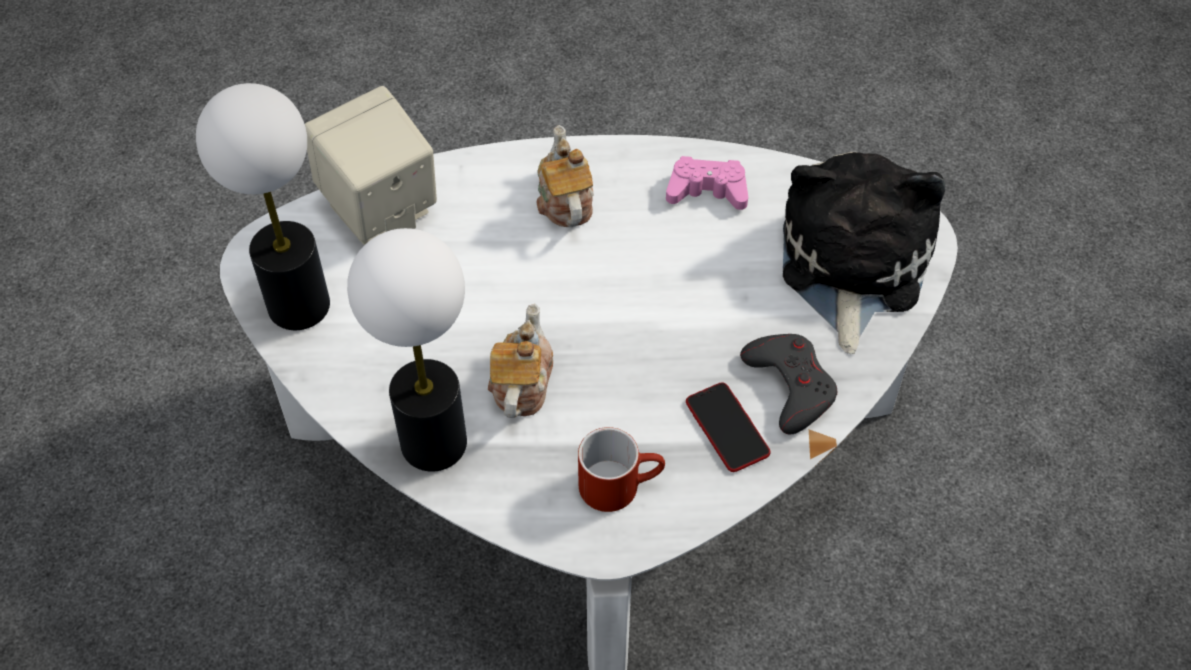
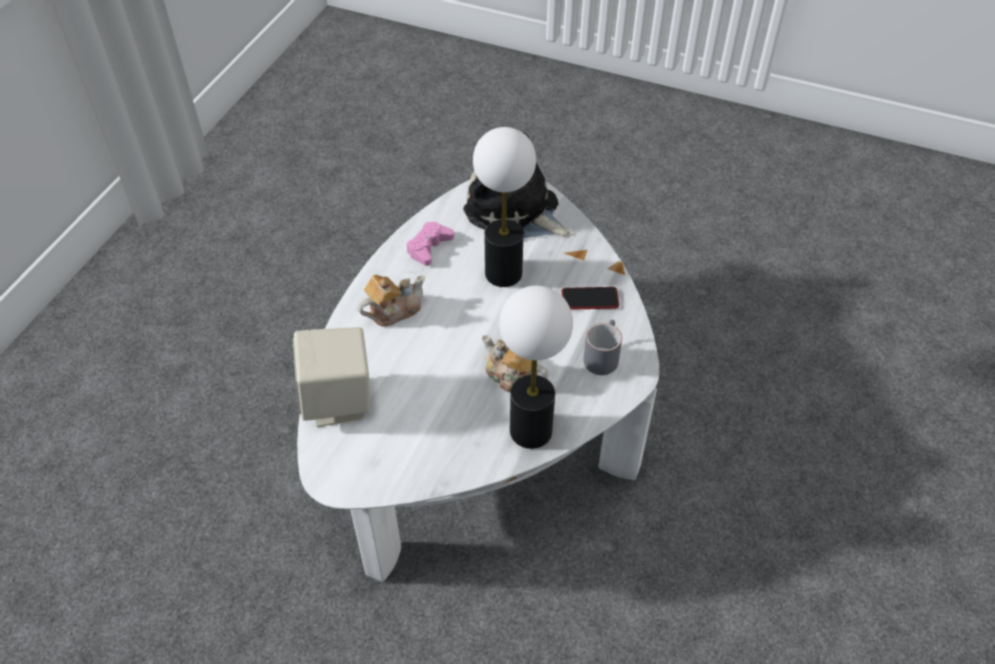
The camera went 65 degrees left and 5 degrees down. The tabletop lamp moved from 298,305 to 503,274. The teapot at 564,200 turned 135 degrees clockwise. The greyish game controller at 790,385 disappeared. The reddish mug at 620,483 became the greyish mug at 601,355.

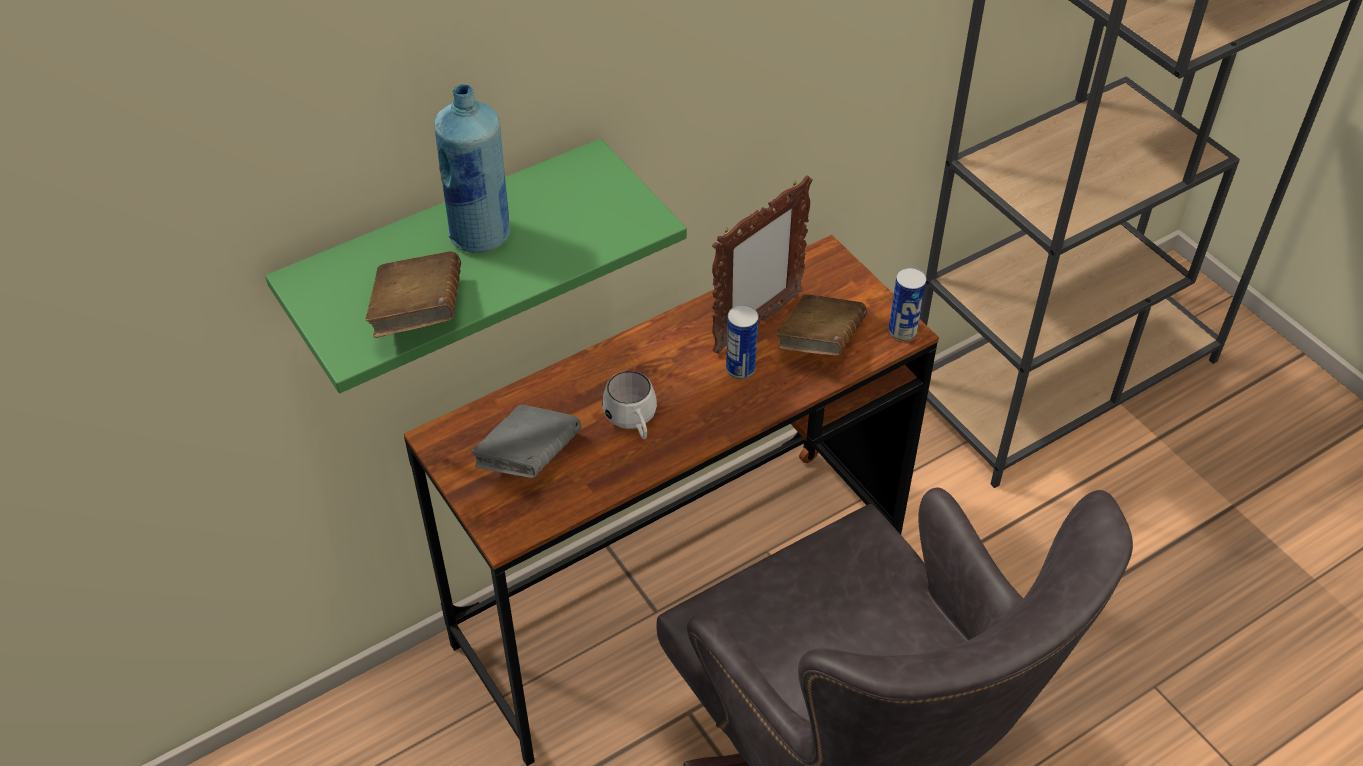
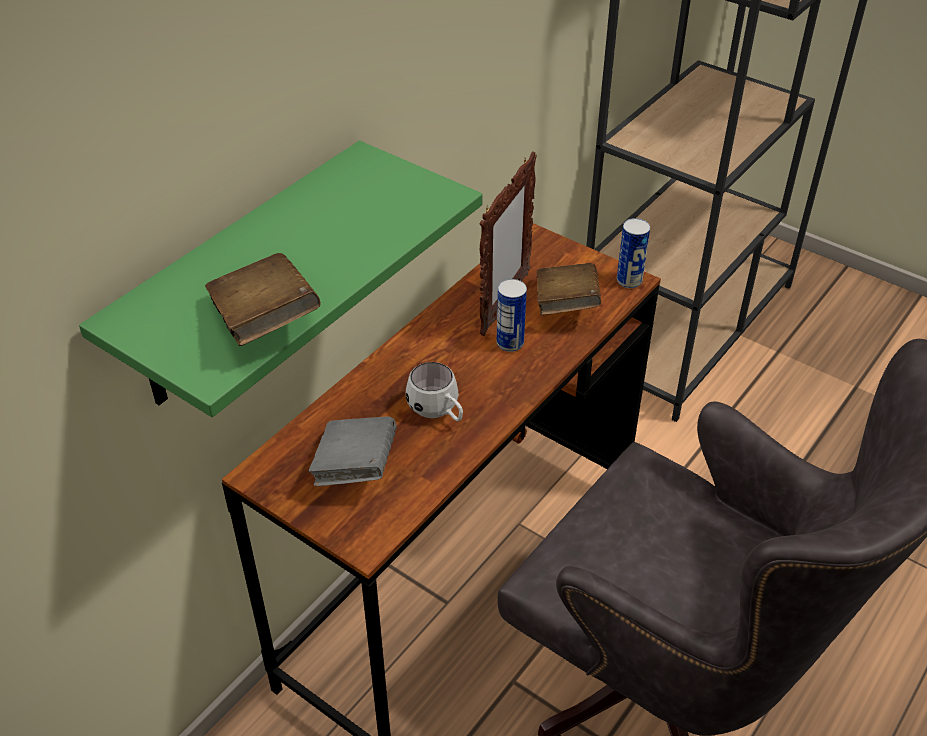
The camera went 20 degrees left and 5 degrees down. The blue-coloured drink bottle at 481,235 disappeared.

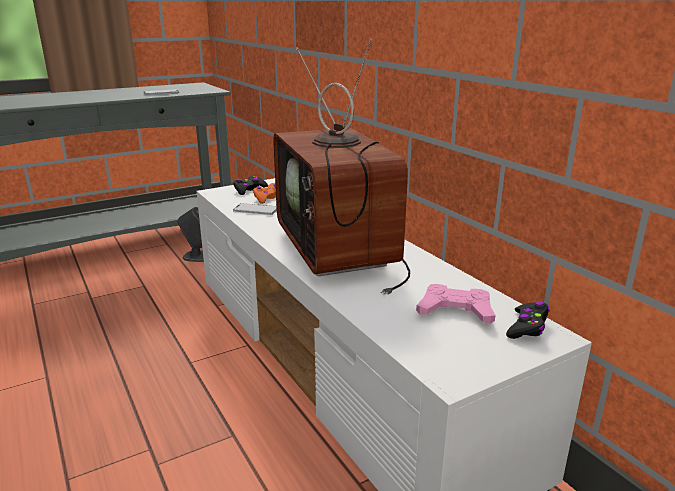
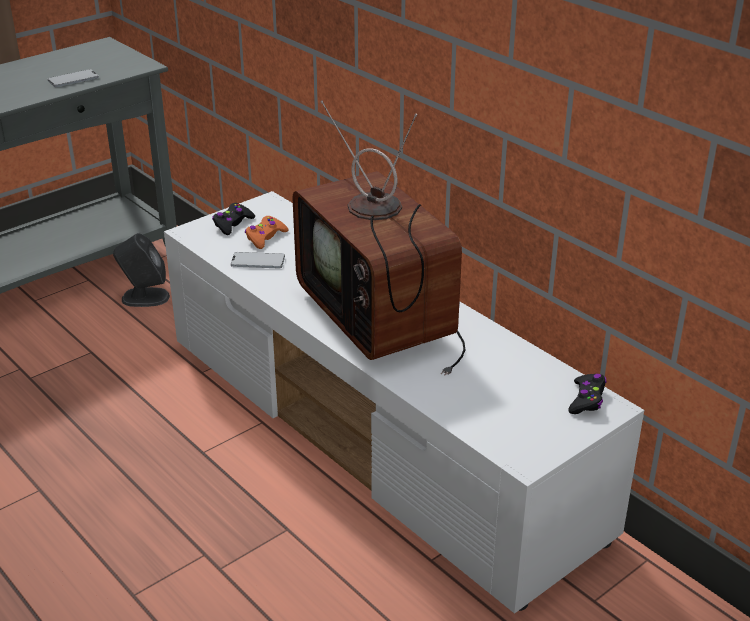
The camera went 10 degrees left and 10 degrees up. The pinkish game controller at 455,311 disappeared.

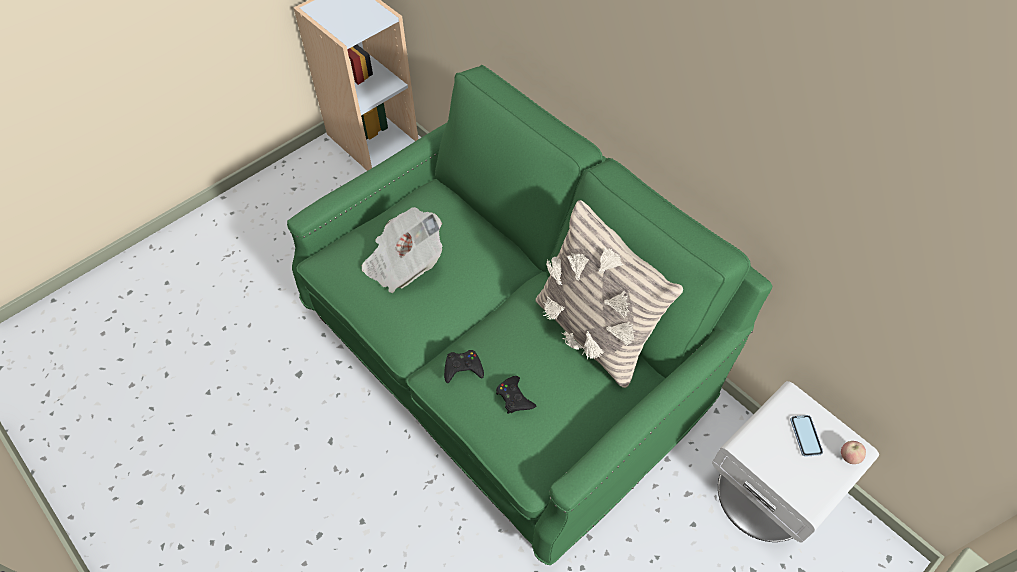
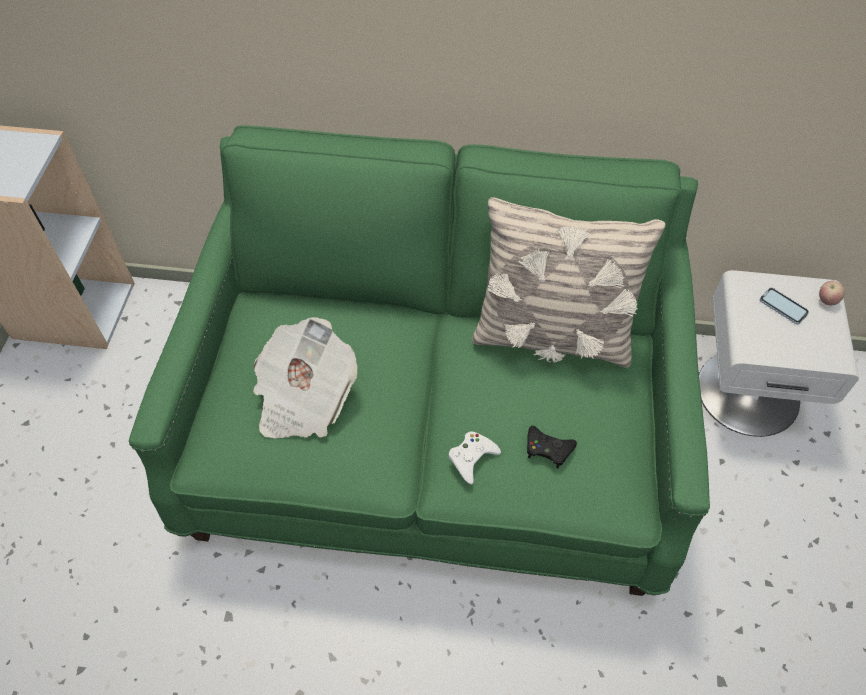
The camera went 40 degrees left and 0 degrees up. The blackish game controller at 463,368 became the white game controller at 472,458.

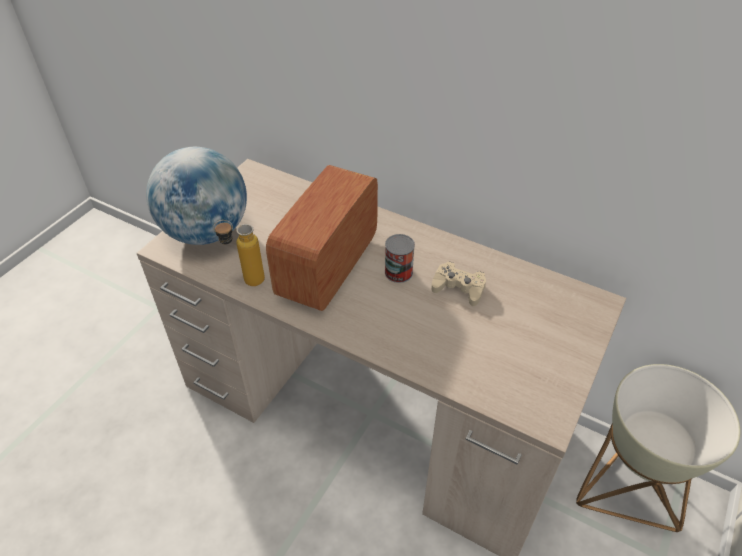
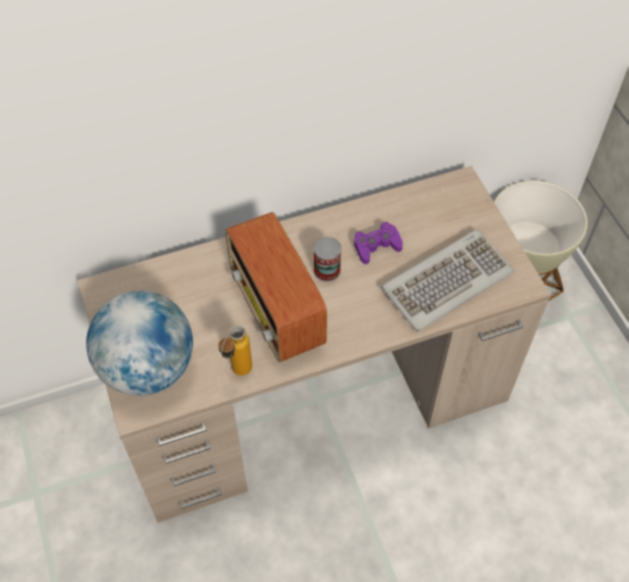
The camera went 50 degrees left and 10 degrees up. The beige game controller at 458,288 became the purple game controller at 376,246. The computer keyboard at 446,281 appeared.

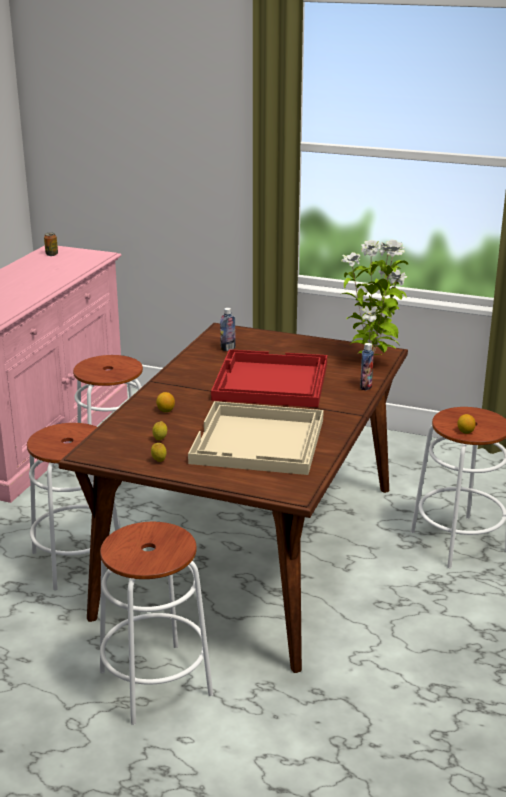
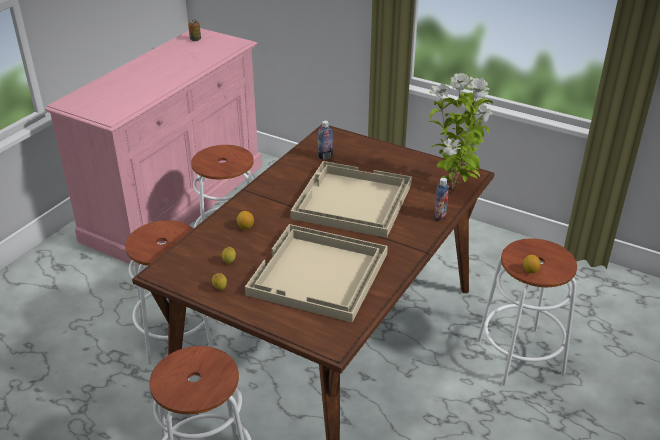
The camera went 10 degrees right and 10 degrees up. The reddish tray at 270,382 became the beige tray at 351,201.

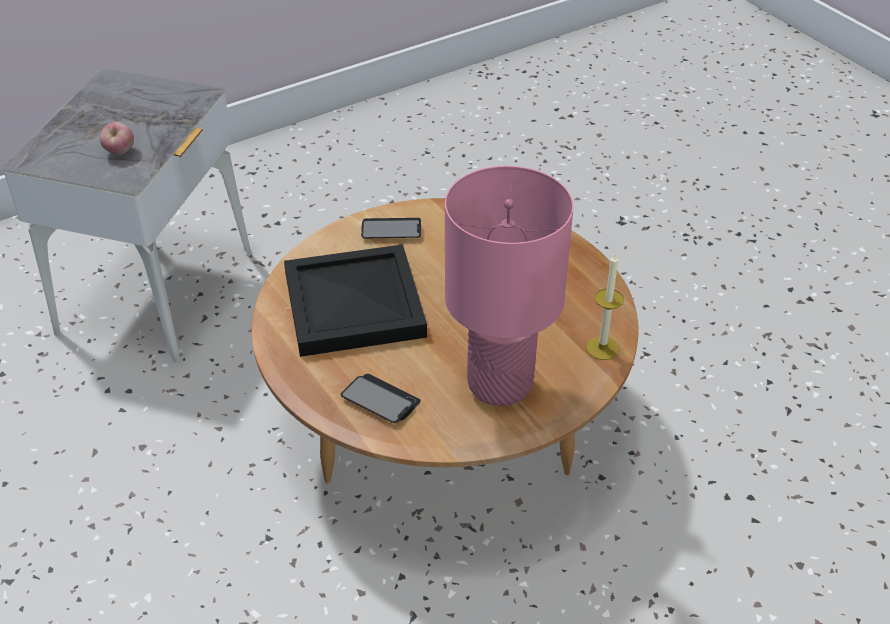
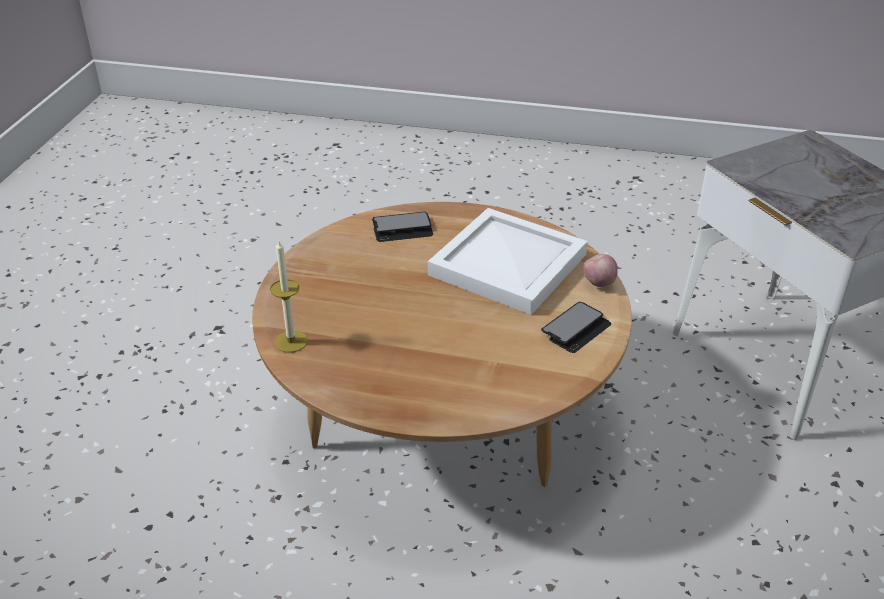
The camera went 135 degrees right and 5 degrees down. The apple fruit moved from 120,152 to 598,283. The pinkish tabletop lamp at 501,388 disappeared. The blackish tray at 356,305 became the white tray at 505,265.

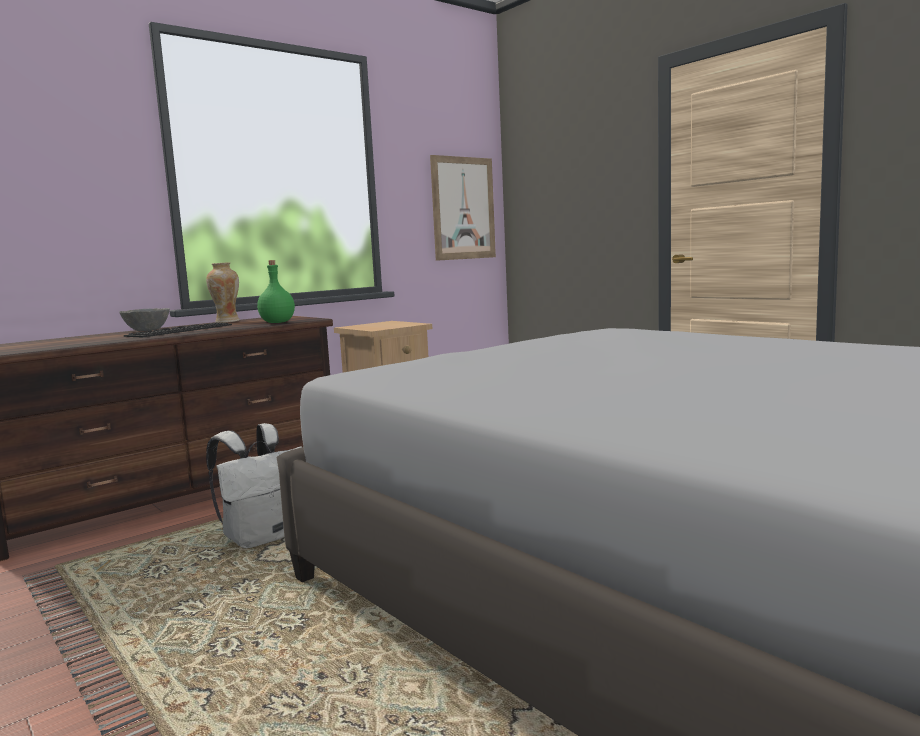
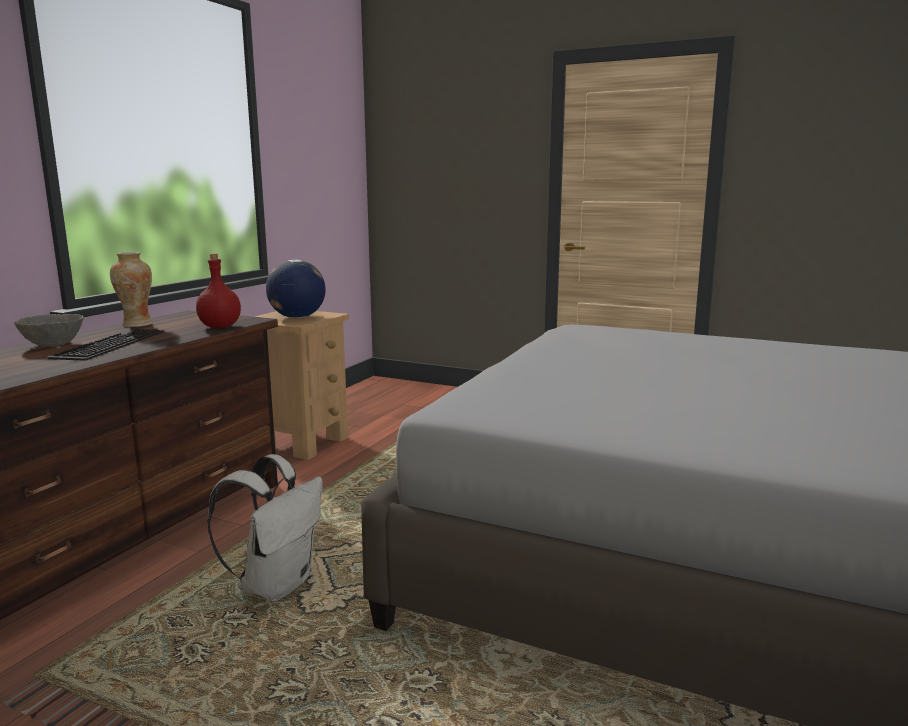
The camera went 25 degrees left and 5 degrees up. The wall art at 463,208 disappeared. The greenish drink bottle at 276,322 became the reddish drink bottle at 219,327. The globe at 297,317 appeared.

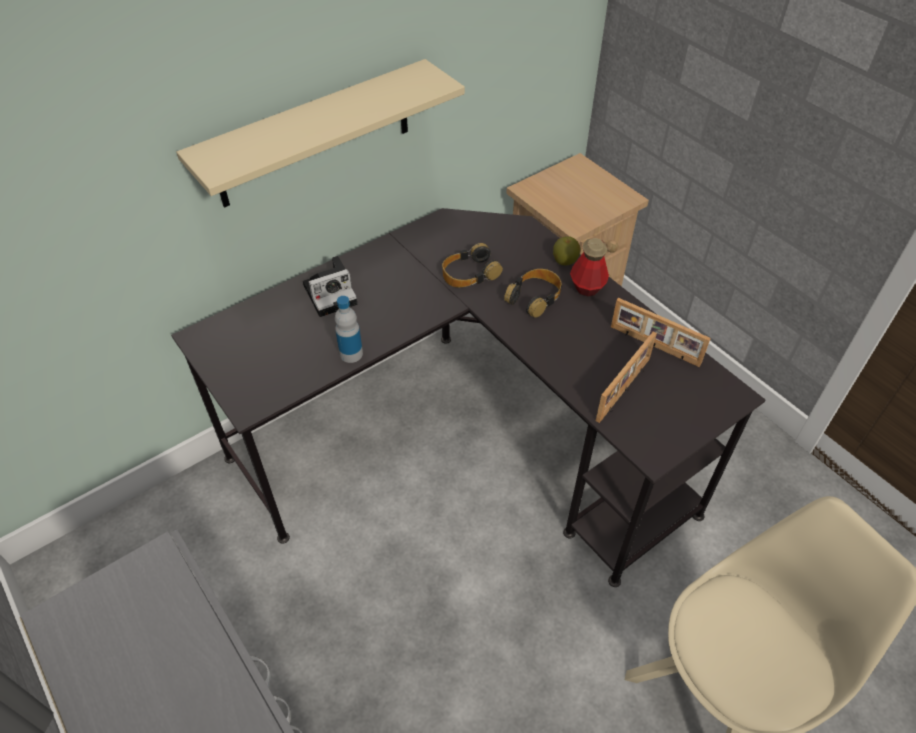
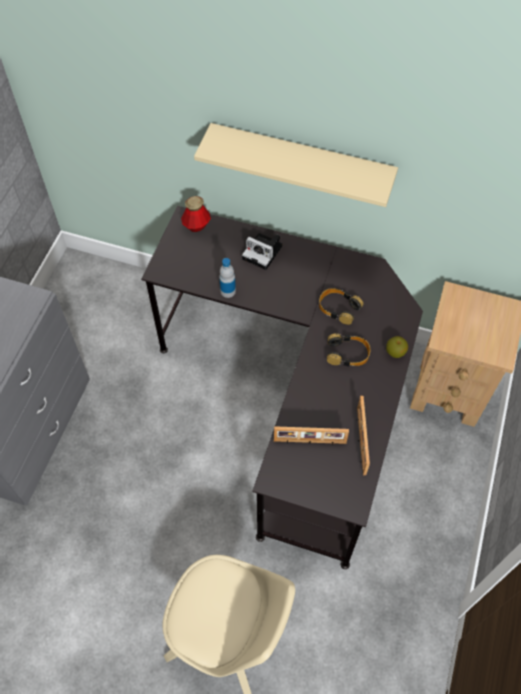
The camera went 55 degrees right and 10 degrees up. The drink bottle moved from 587,287 to 196,225.

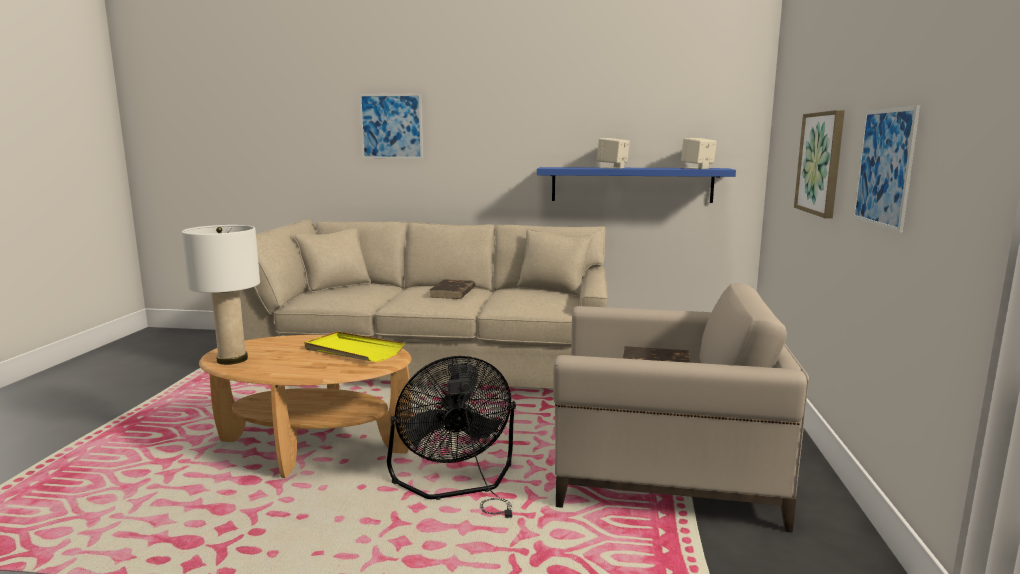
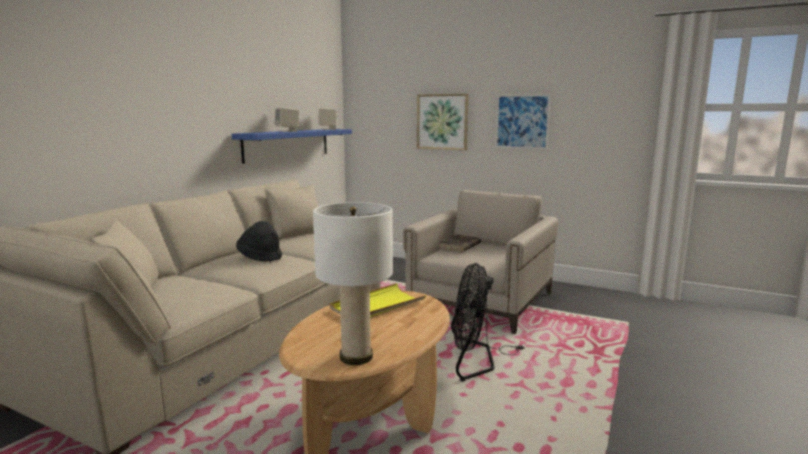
The camera went 70 degrees left and 0 degrees up. The wall art at 391,126 disappeared. The brown-coloured book at 452,292 was replaced by the blackish wearable hat at 260,257.

